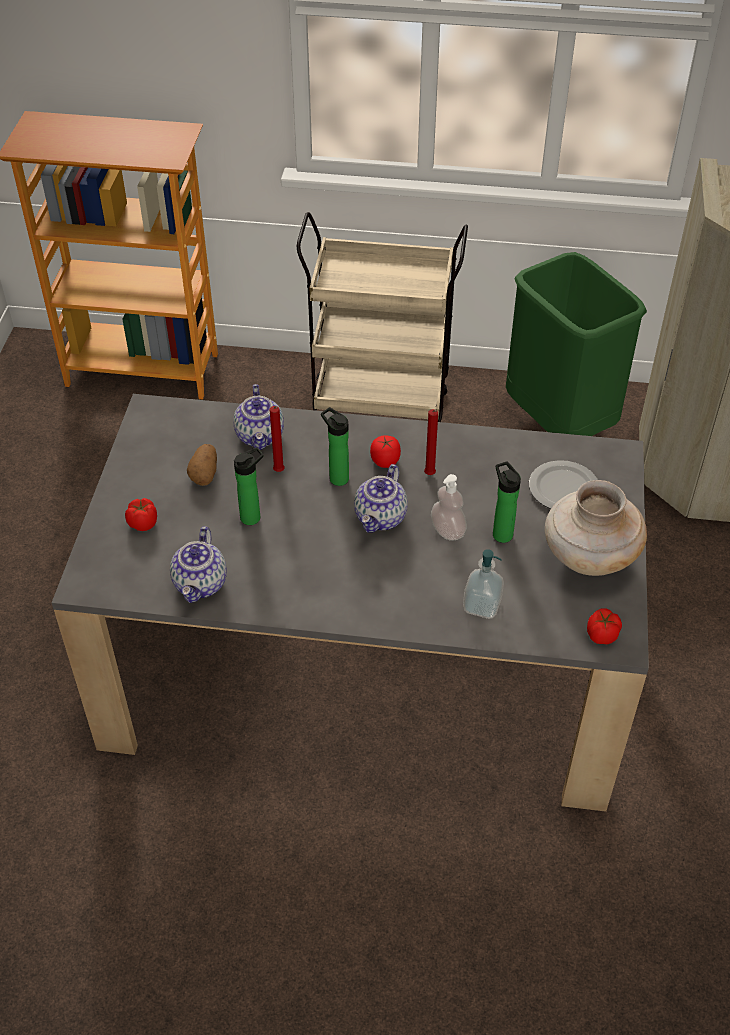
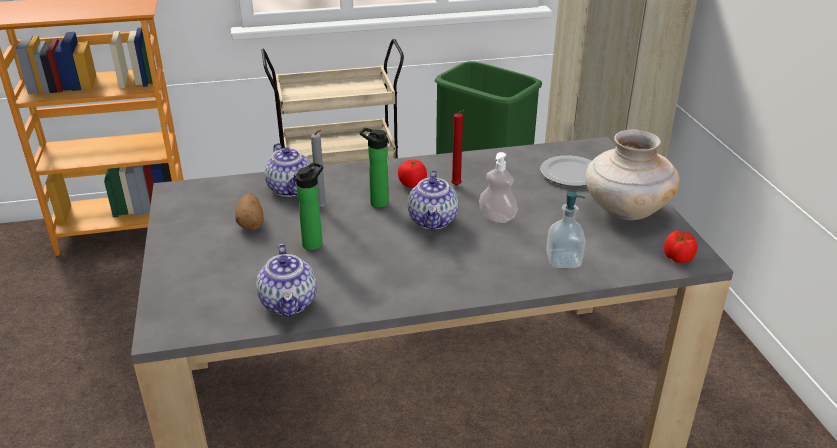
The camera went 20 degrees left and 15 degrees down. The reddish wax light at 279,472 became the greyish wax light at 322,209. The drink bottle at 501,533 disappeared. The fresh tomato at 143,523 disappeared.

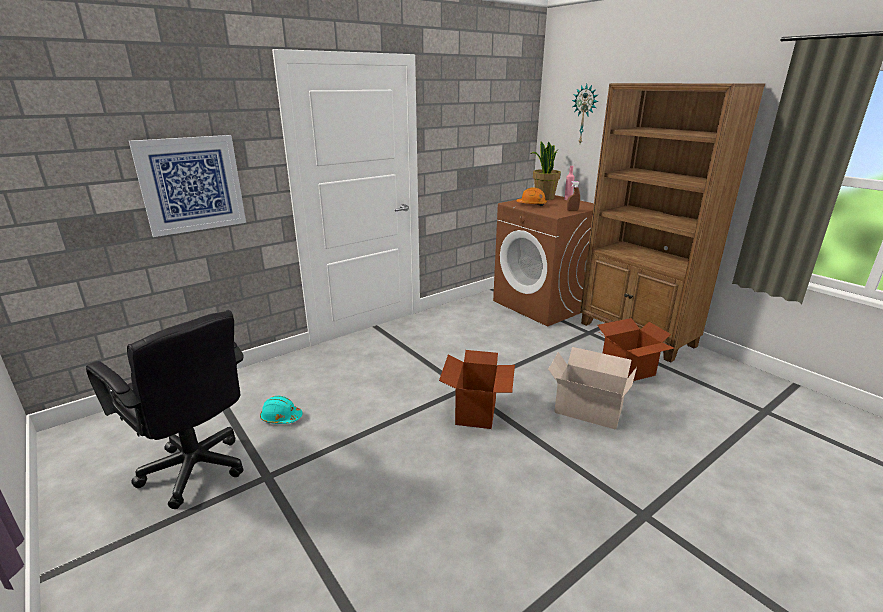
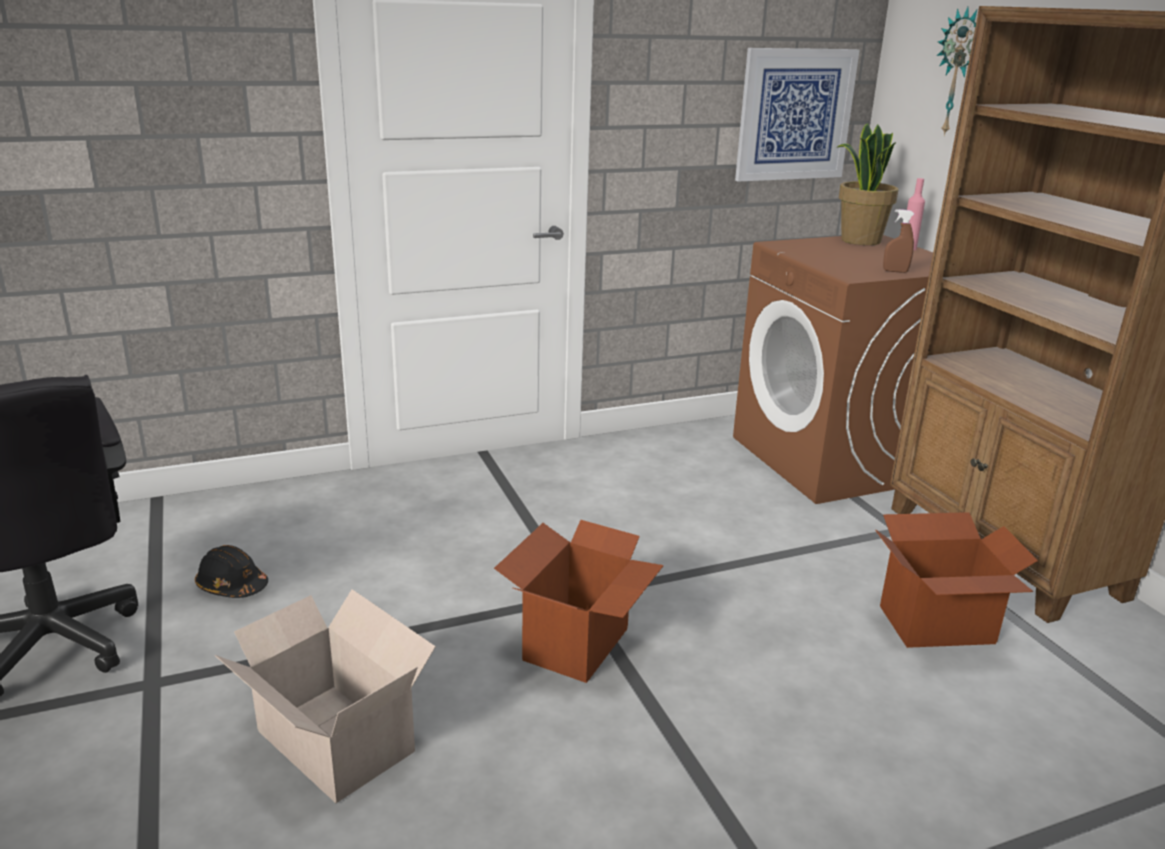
The camera went 15 degrees right and 0 degrees up. The wall art moved from 191,184 to 795,115. The orange safety helmet at 531,204 disappeared. The cardboard box moved from 586,409 to 333,738. The turquoise safety helmet at 281,417 became the blackish safety helmet at 232,586.

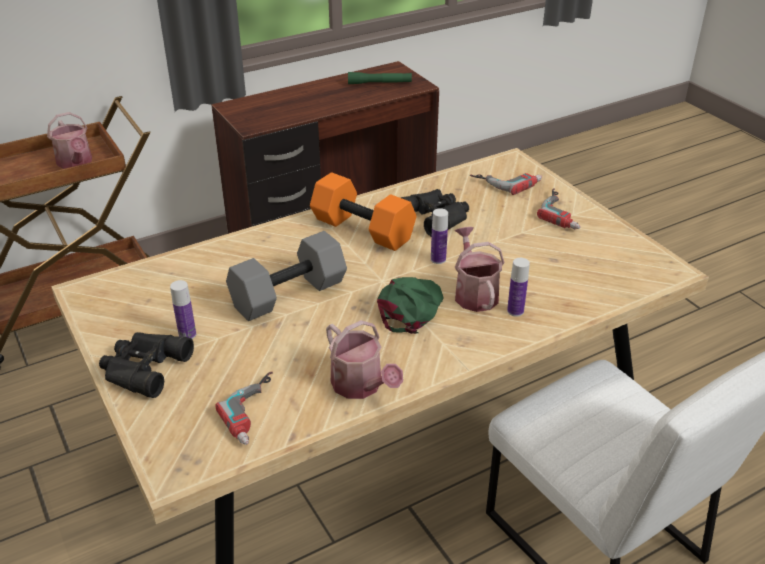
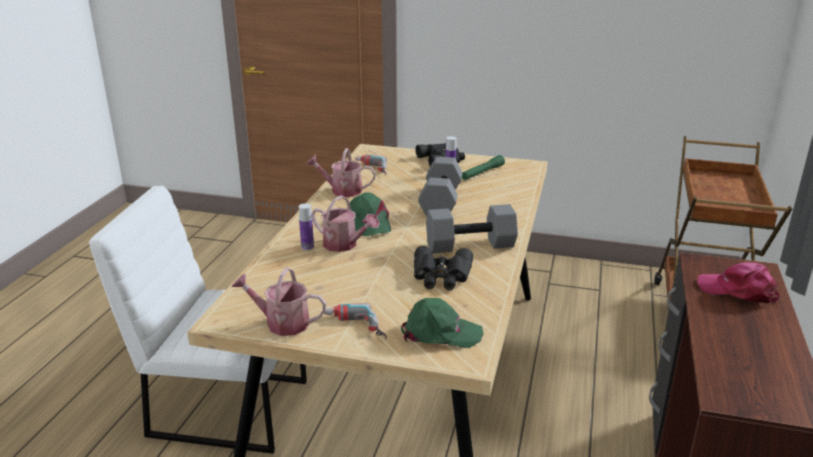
The camera went 135 degrees right and 10 degrees down. The greenish hand torch moved from 379,83 to 482,173. The sprinkling can moved from 76,163 to 282,323. The orange hand weight at 364,229 became the greyish hand weight at 469,246. The electric drill at 506,181 was replaced by the greenish cap at 440,333. The drink bottle at 438,259 disappeared. The pinkish cap at 738,291 appeared.

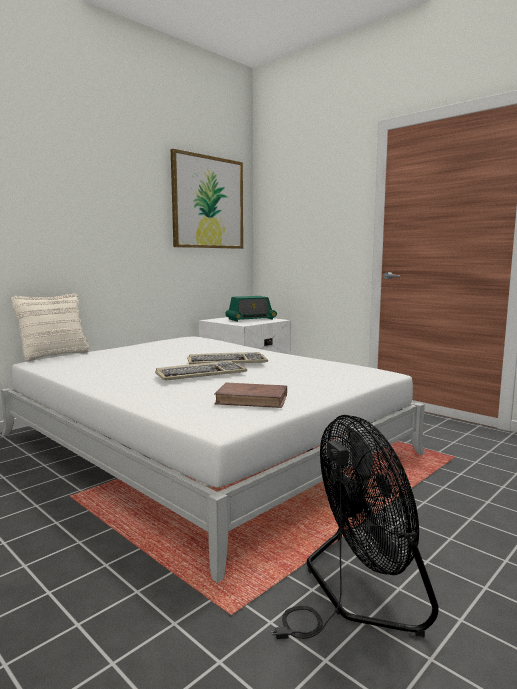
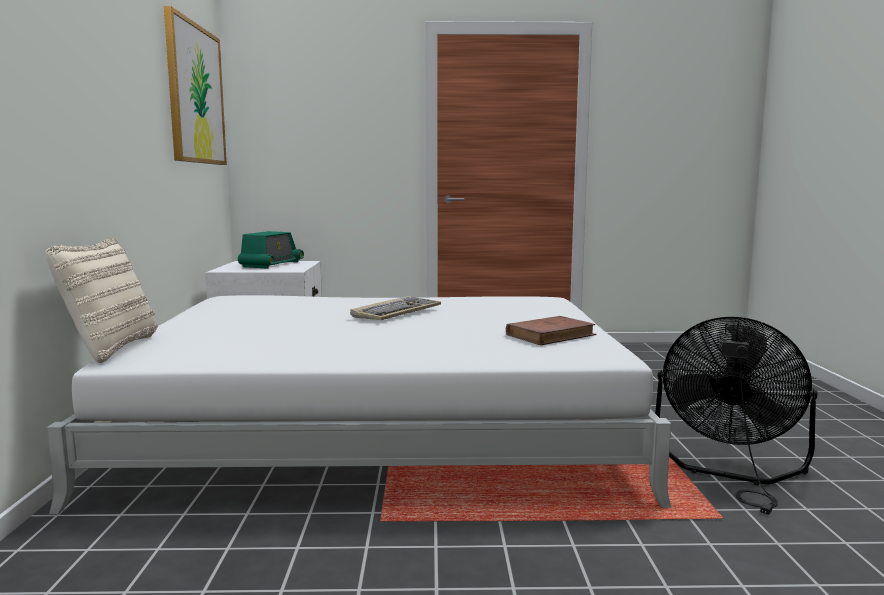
The camera went 45 degrees left and 0 degrees up. The computer keyboard at 201,374 disappeared.

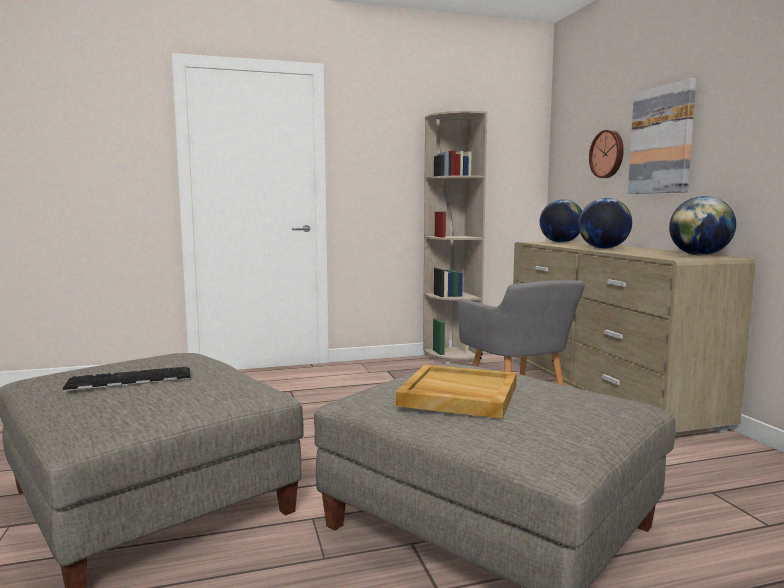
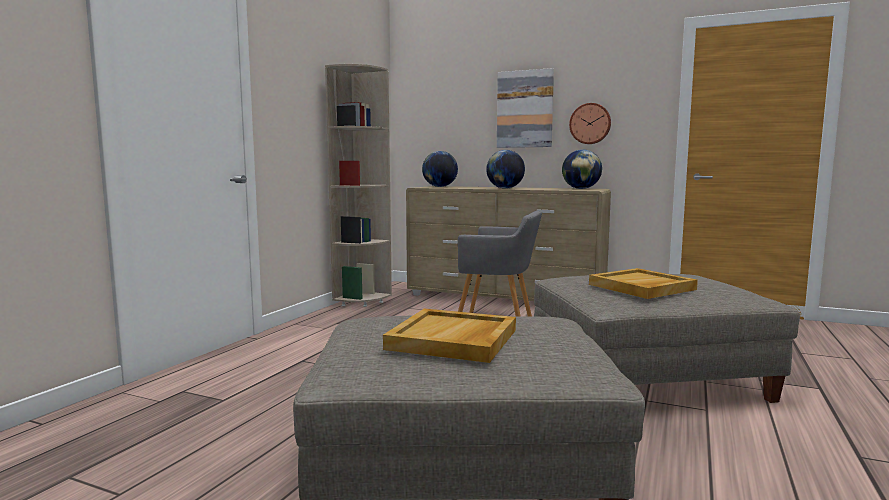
The camera went 50 degrees left and 0 degrees up. The wall clock moved from 608,154 to 590,123. The computer keyboard at 128,380 was replaced by the beige tray at 453,340.

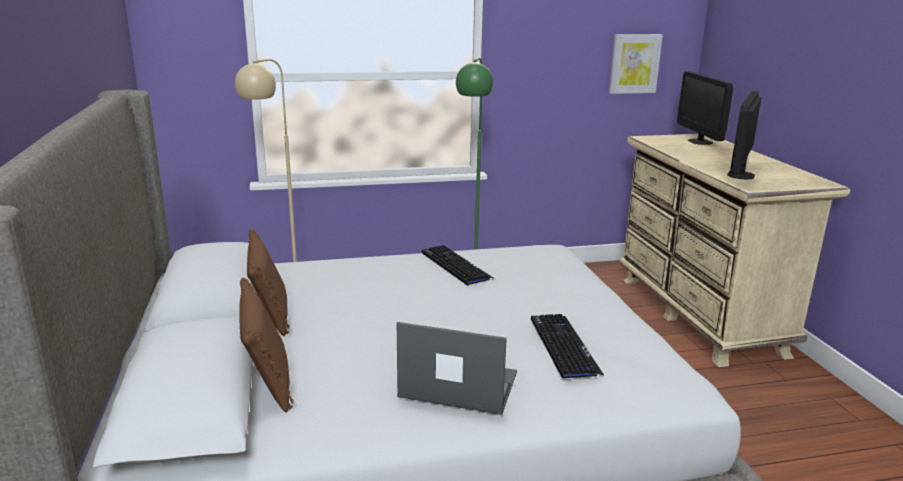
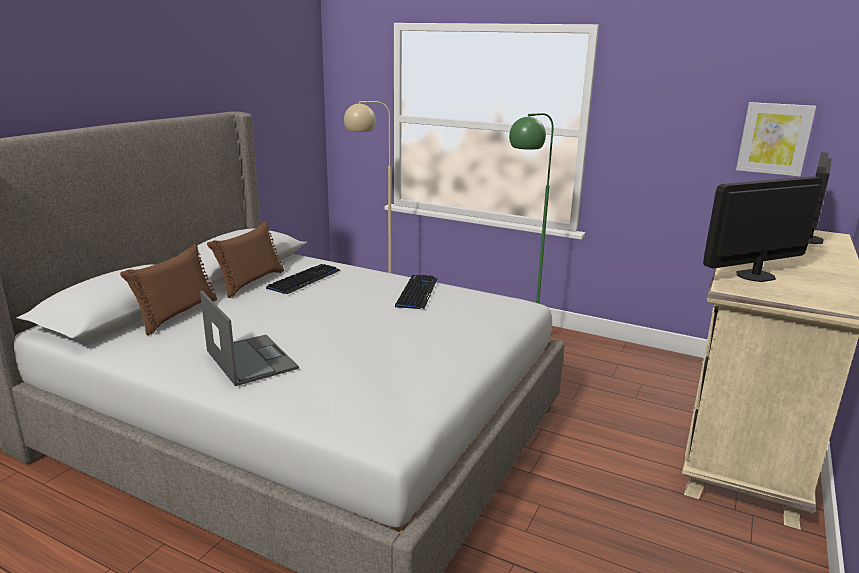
The camera went 40 degrees right and 0 degrees up. The computer keyboard moved from 563,346 to 304,280.

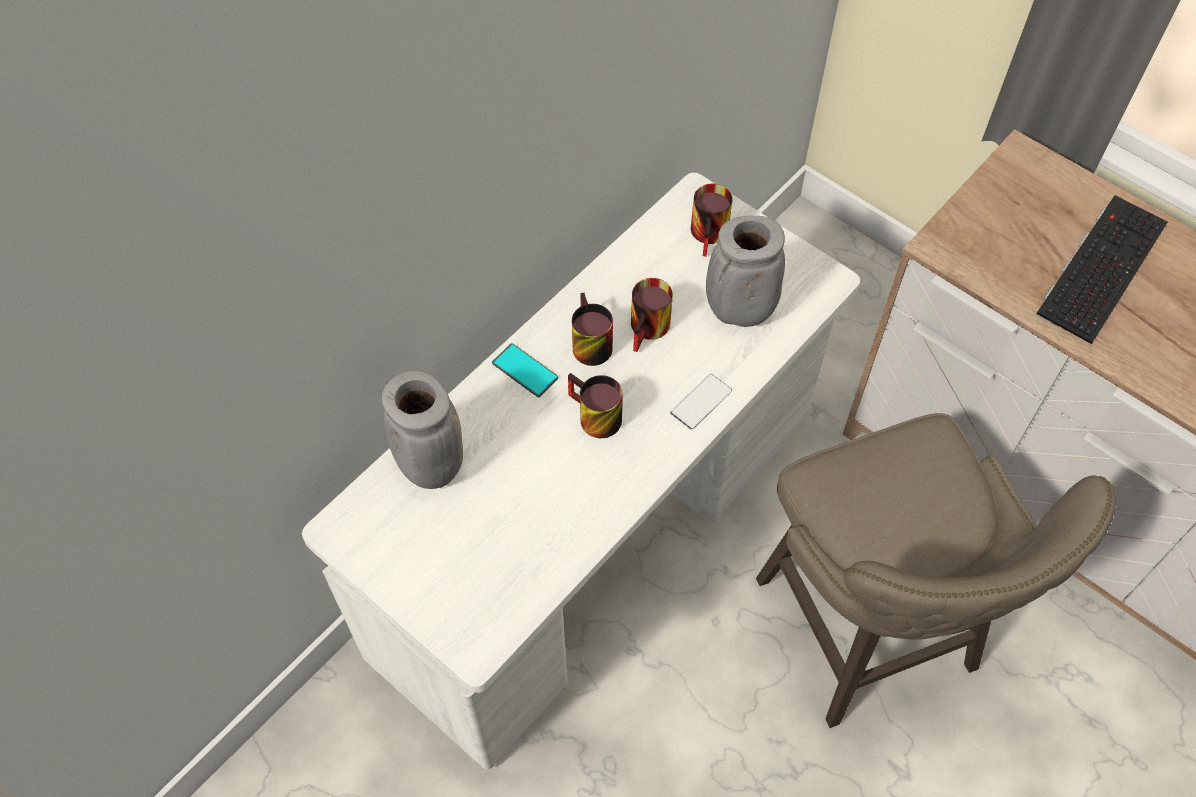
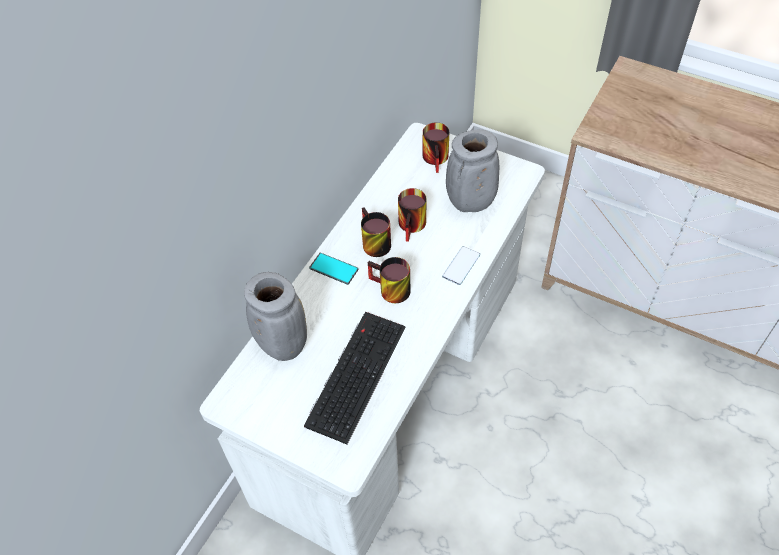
The camera went 10 degrees left and 5 degrees down. The computer keyboard moved from 1100,265 to 355,373. The beige sitting stool at 870,633 disappeared.

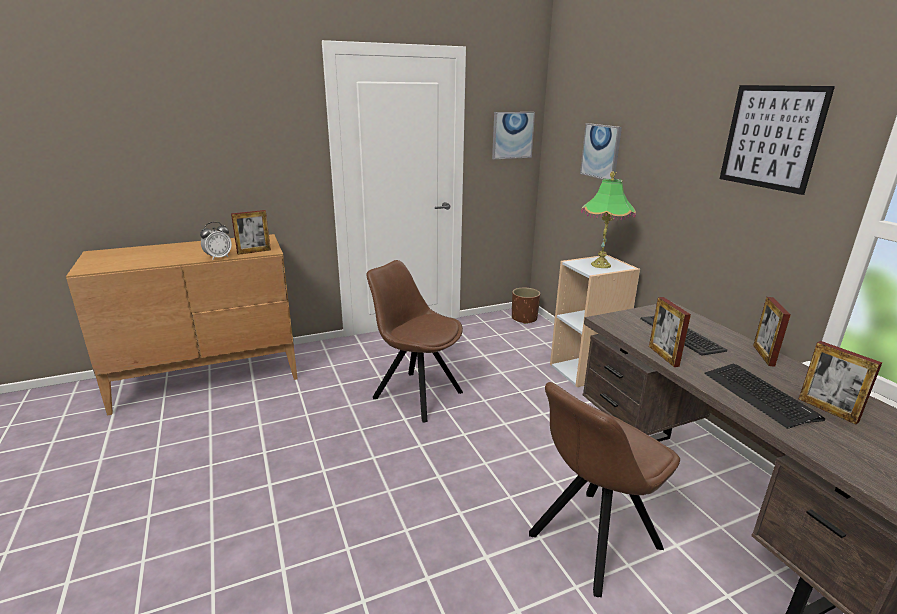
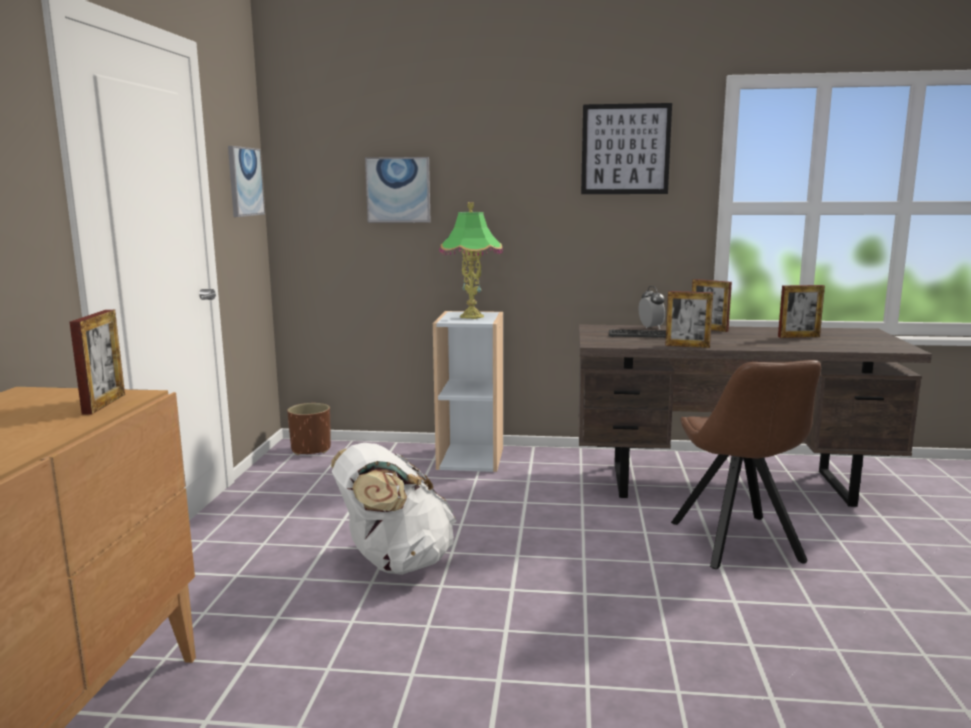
The camera went 60 degrees left and 10 degrees down. The table clock moved from 218,257 to 650,328. The brown-coloured upright chair at 417,395 was replaced by the white rucksack at 394,563. The computer keyboard at 759,395 disappeared.

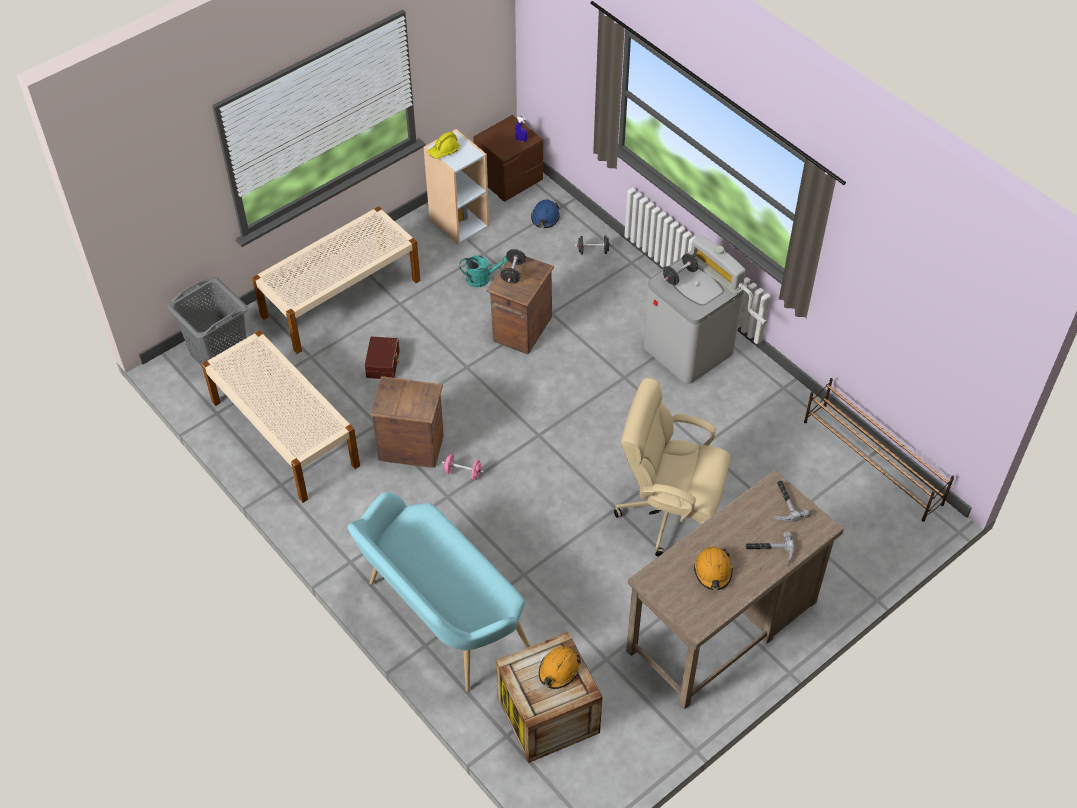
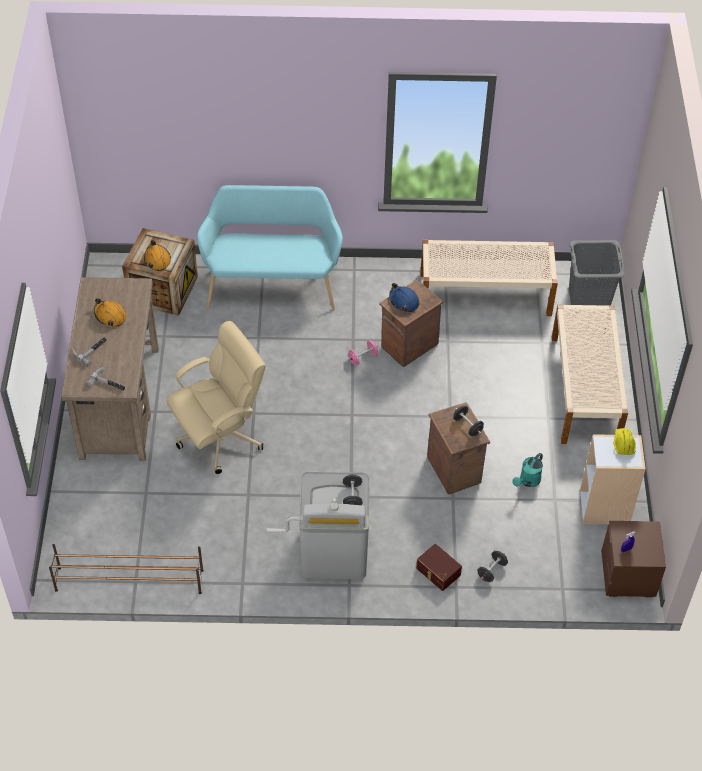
The camera went 130 degrees right and 0 degrees up. The blue-coloured safety helmet moved from 545,218 to 404,301. The brown-coloured storage bin moved from 384,363 to 437,572.

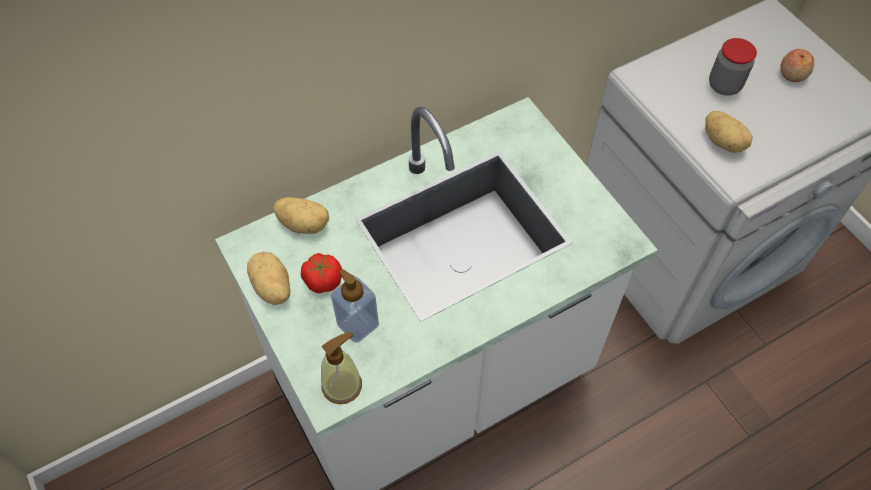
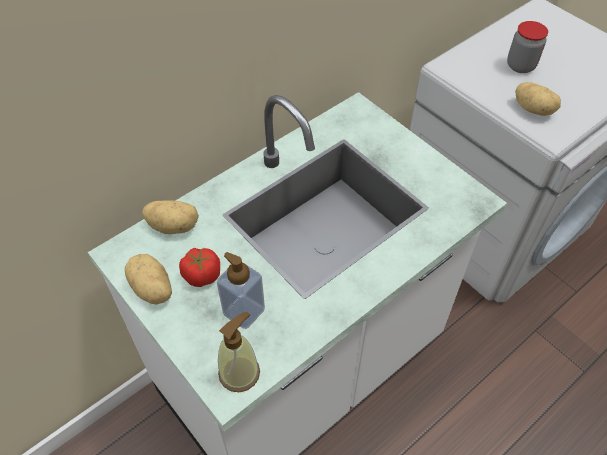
The camera went 10 degrees left and 5 degrees down. The apple fruit at 792,74 disappeared.

